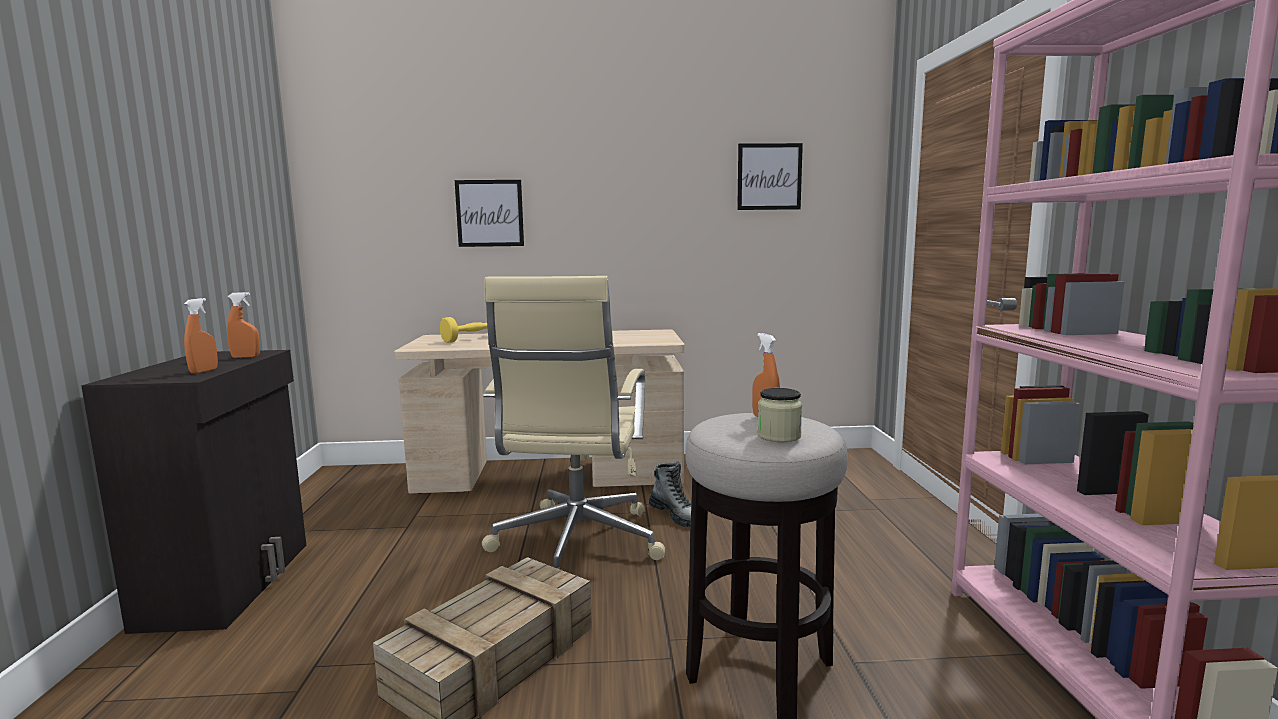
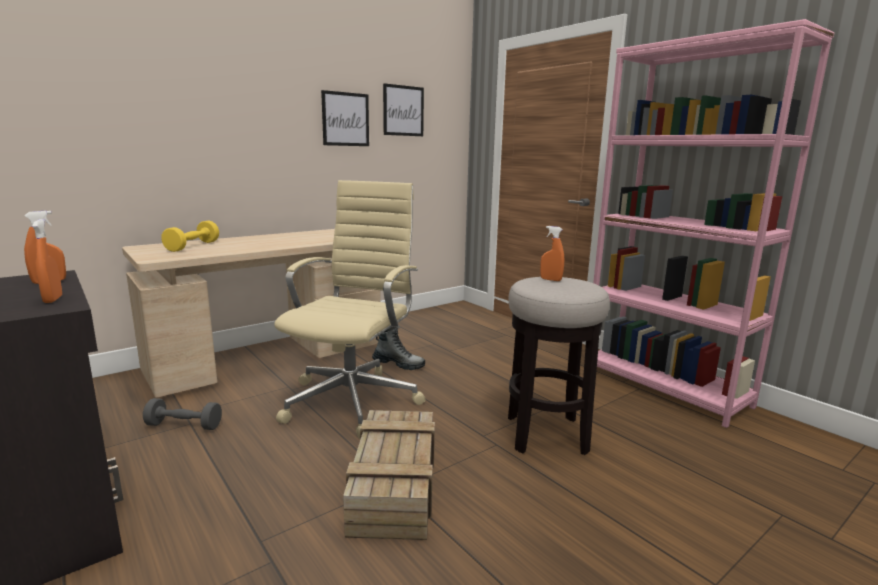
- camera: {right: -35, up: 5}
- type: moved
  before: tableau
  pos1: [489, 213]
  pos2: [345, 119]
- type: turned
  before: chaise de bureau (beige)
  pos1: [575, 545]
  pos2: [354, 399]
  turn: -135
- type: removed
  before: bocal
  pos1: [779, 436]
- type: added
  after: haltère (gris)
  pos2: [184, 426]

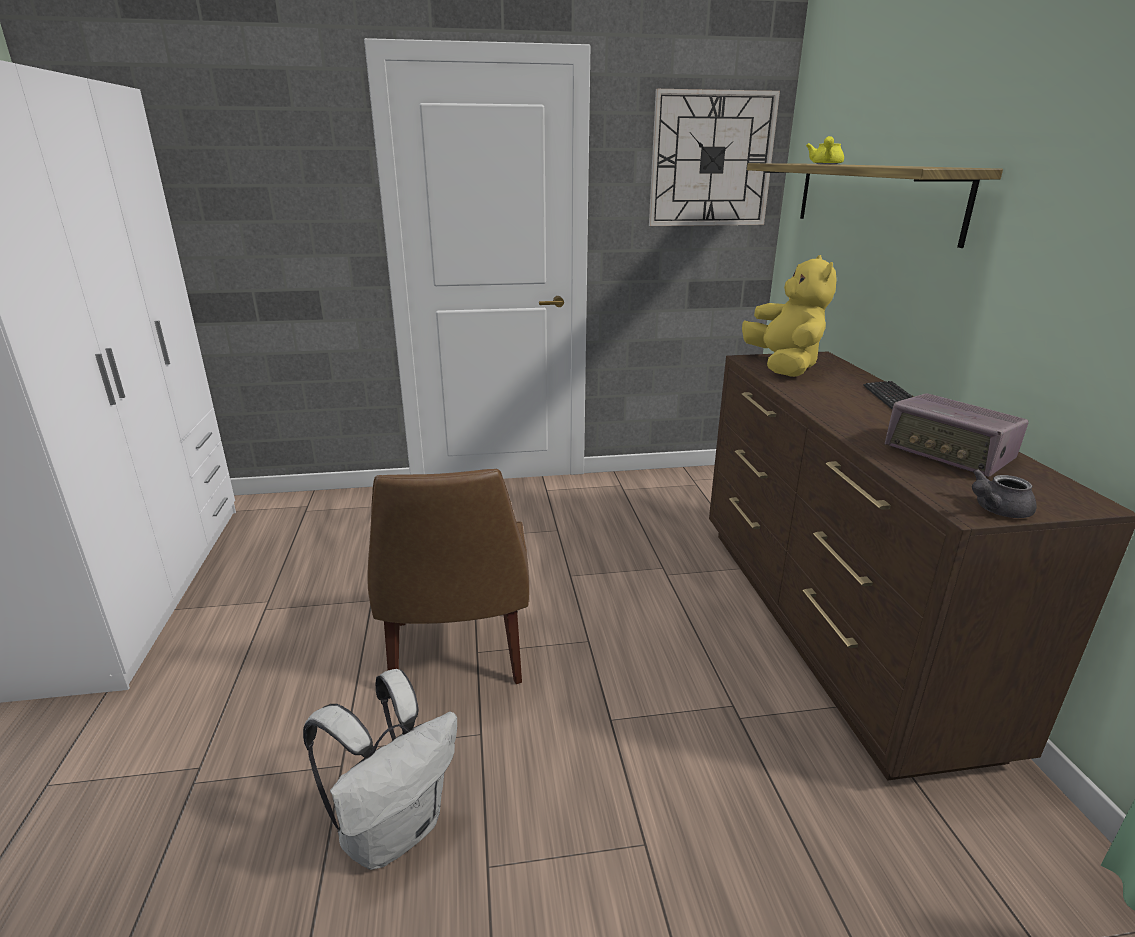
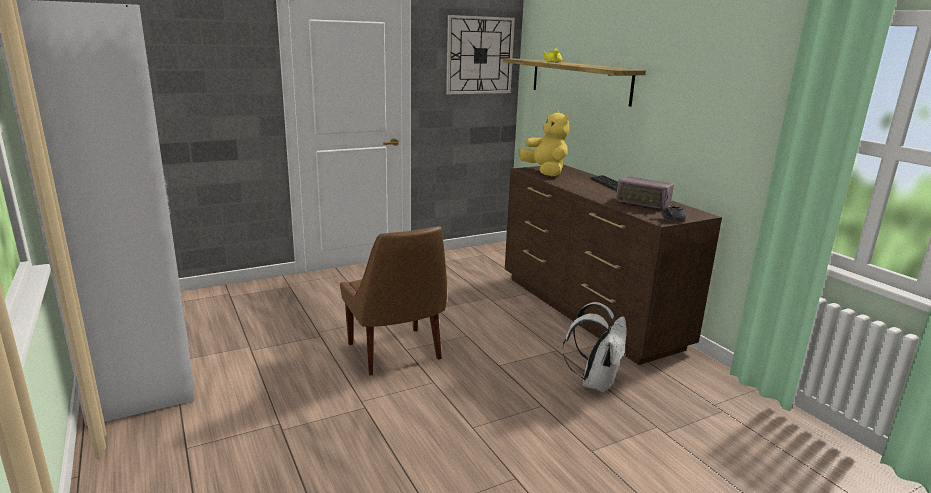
- camera: {right: -20, up: -5}
- type: moved
  before: sac à dos (blanc)
  pos1: [394, 829]
  pos2: [595, 382]

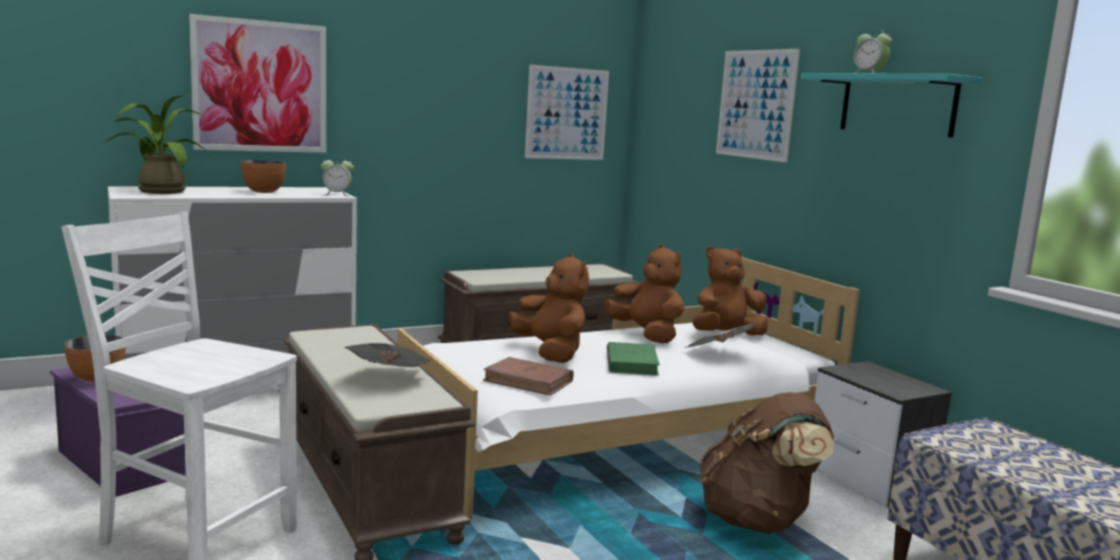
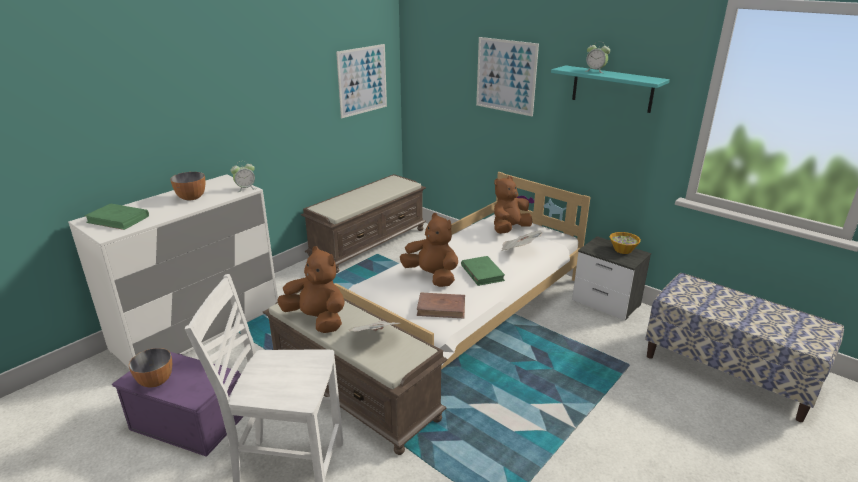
- camera: {right: -20, up: 15}
- type: replaced
  before: plante en pot
  after: livre (vert)
  pos1: [159, 191]
  pos2: [118, 219]
- type: removed
  before: tableau
  pos1: [260, 86]
- type: moved
  before: peluche (marron)
  pos1: [646, 335]
  pos2: [317, 319]
- type: removed
  before: sac à dos (marron)
  pos1: [758, 521]
- type: added
  after: bol
  pos2: [623, 250]

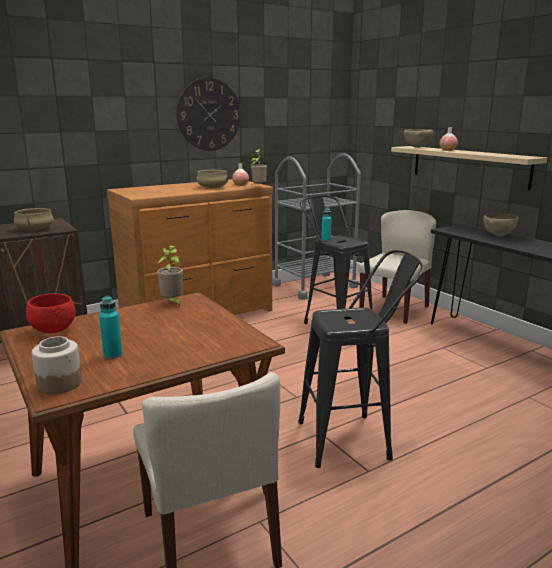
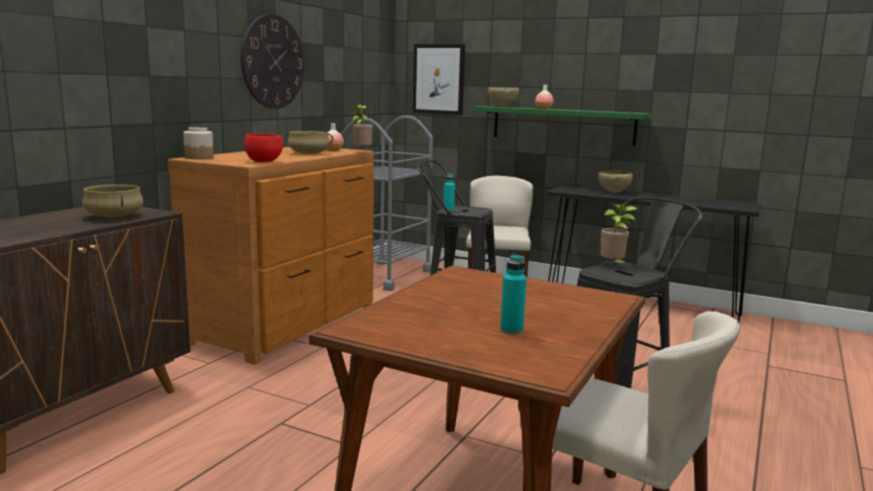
- camera: {right: -30, up: -5}
- type: moved
  before: bol (rouge)
  pos1: [55, 330]
  pos2: [264, 162]
- type: moved
  before: bocal
  pos1: [60, 383]
  pos2: [199, 157]
- type: moved
  before: plante en pot
  pos1: [172, 303]
  pos2: [613, 266]
- type: recoloured
  before: étagère (beige)
  after: étagère (vert)
  pos1: [468, 166]
  pos2: [562, 125]
- type: added
  after: tableau
  pos2: [438, 79]

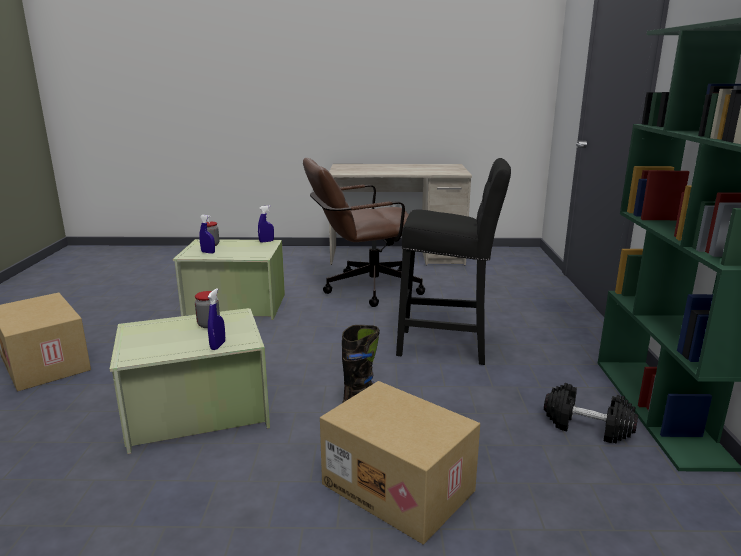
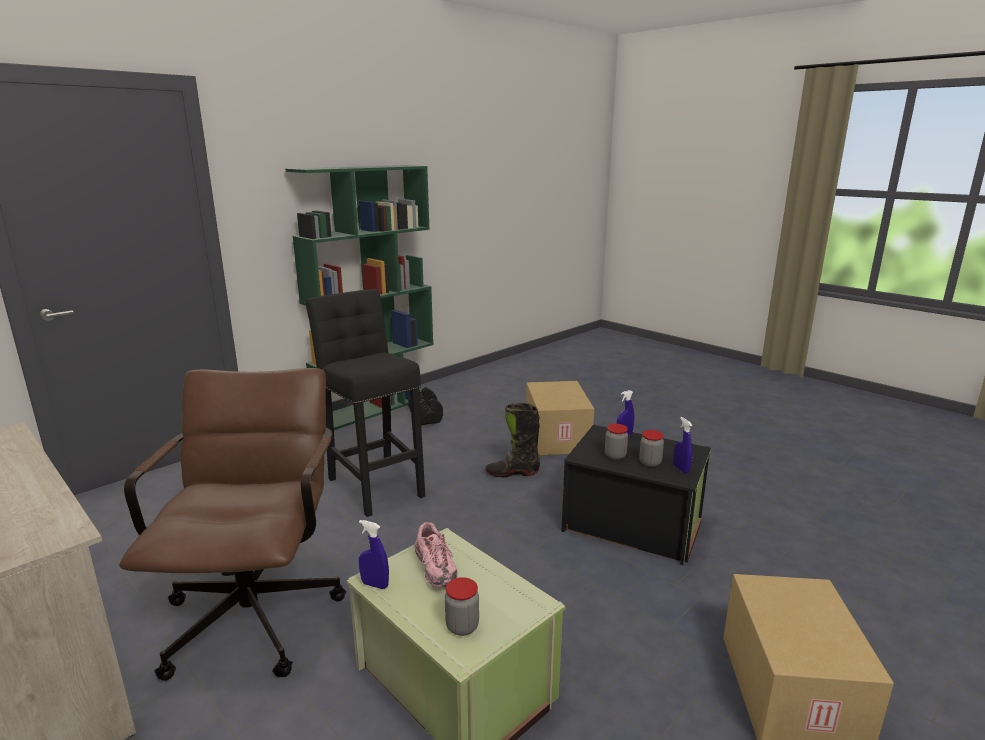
- camera: {right: -135, up: 0}
- type: recoloured
  before: boîte de rangement (vert)
  after: boîte de rangement (noir)
  pos1: [197, 412]
  pos2: [632, 525]
- type: moved
  before: vaporisateur (bleu)
  pos1: [208, 252]
  pos2: [681, 469]
- type: turned
  before: chaise de bureau (marron)
  pos1: [364, 289]
  pos2: [257, 608]
  turn: -120
- type: added
  after: chaussure (rose)
  pos2: [435, 569]
- type: added
  after: bocal
  pos2: [650, 463]

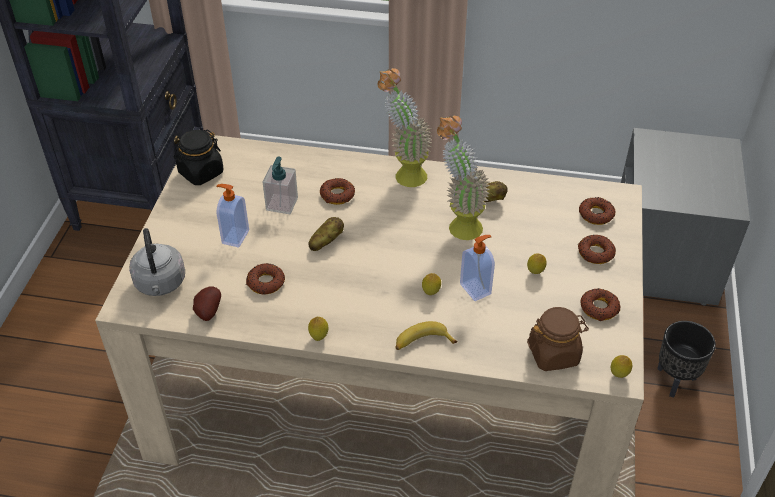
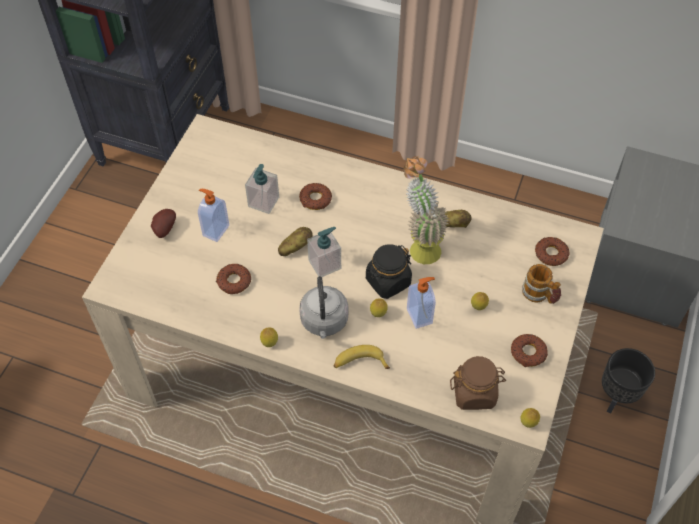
- camera: {right: 10, up: 10}
- type: moved
  before: bouilloire (gris)
  pos1: [160, 284]
  pos2: [324, 322]
- type: moved
  before: bocal (noir)
  pos1: [201, 173]
  pos2: [388, 281]
- type: moved
  before: pomme de terre
  pos1: [207, 312]
  pos2: [164, 229]
- type: removed
  before: plante en pot
  pos1: [403, 173]
- type: replaced
  before: beignet
  after: mug
  pos1: [595, 253]
  pos2: [539, 295]
- type: added
  after: distributeur de savon
  pos2: [325, 264]

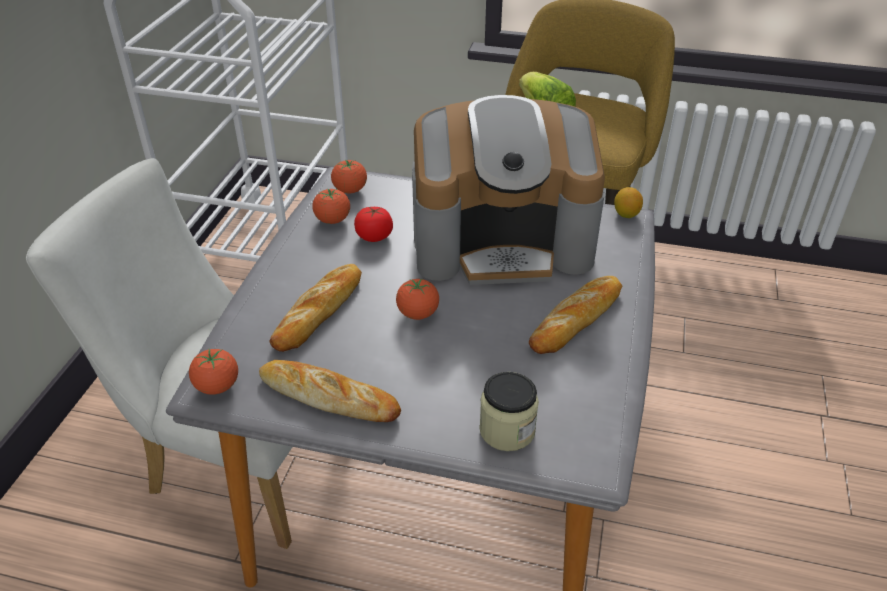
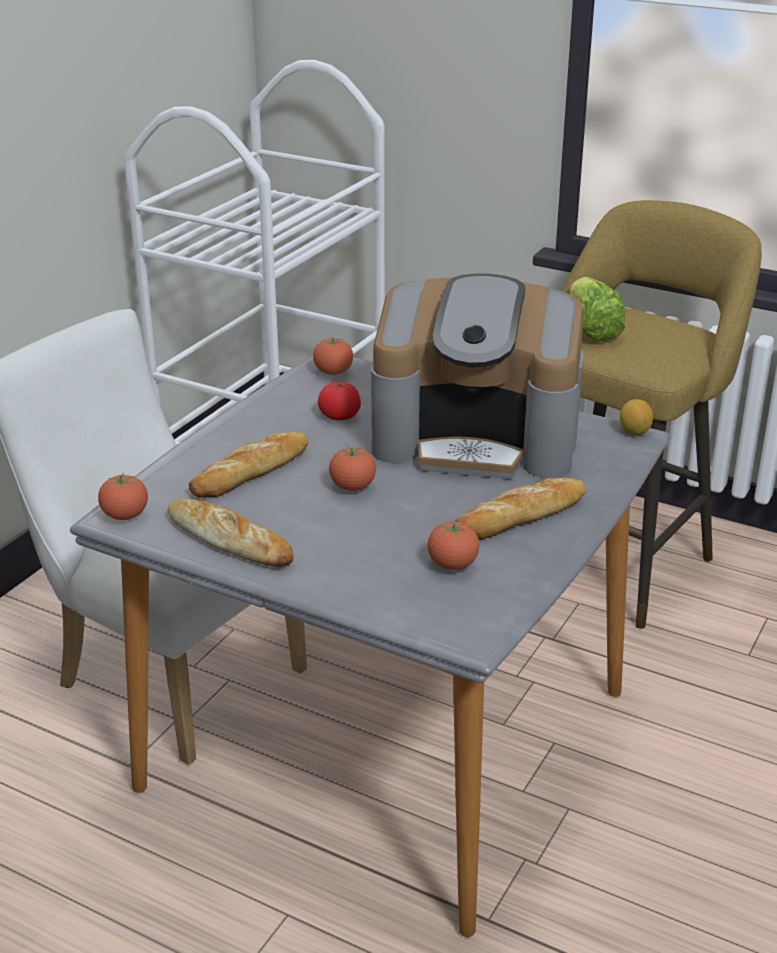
- camera: {right: 15, up: -10}
- type: moved
  before: tomate
  pos1: [332, 220]
  pos2: [452, 565]
- type: removed
  before: bocal
  pos1: [507, 430]

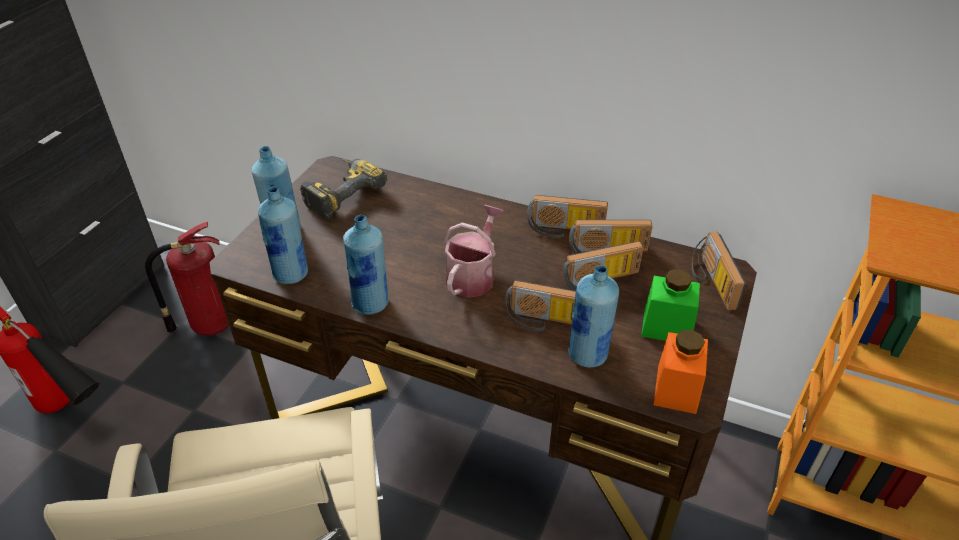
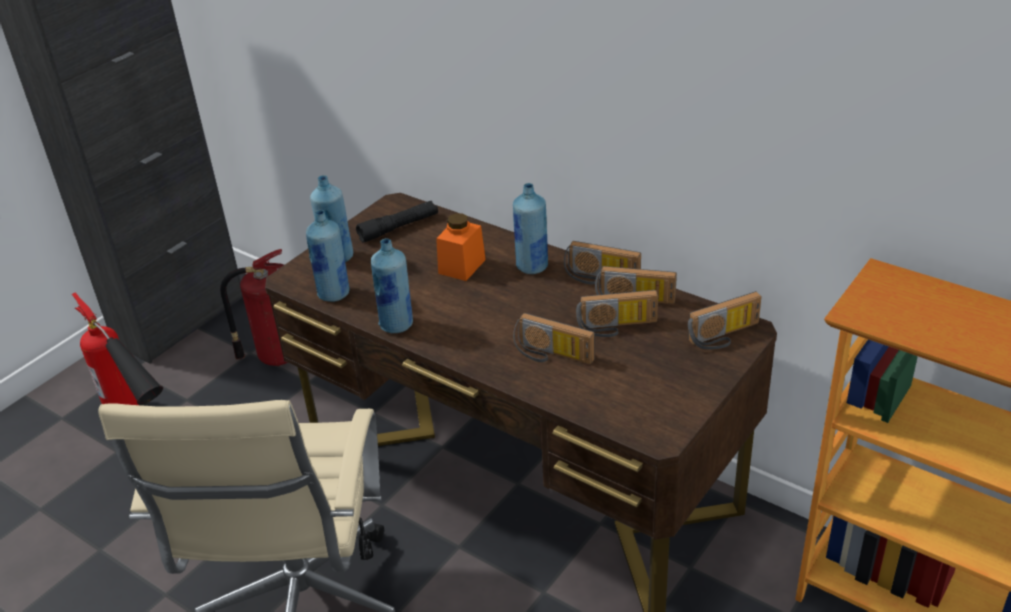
- camera: {right: 15, up: -5}
- type: replaced
  before: perceuse
  after: lampe de poche (noir)
  pos1: [341, 193]
  pos2: [398, 228]
- type: removed
  before: arrosoir
  pos1: [473, 275]
- type: moved
  before: bouteille (bleu)
  pos1: [588, 355]
  pos2: [532, 266]
- type: removed
  before: bocal (vert)
  pos1: [667, 327]
- type: moved
  before: bocal (orange)
  pos1: [676, 389]
  pos2: [462, 266]
- type: turned
  before: radio
  pos1: [710, 281]
  pos2: [725, 336]
  turn: -120

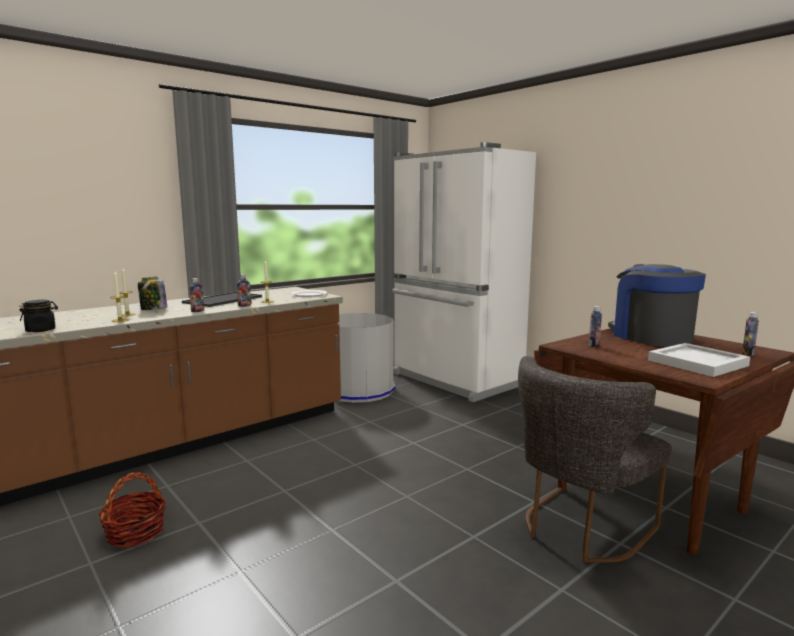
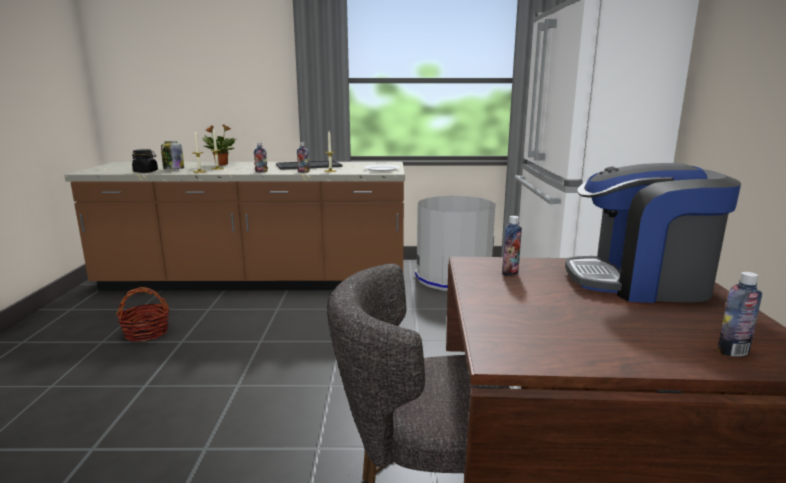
- camera: {right: 40, up: 5}
- type: moved
  before: bocal
  pos1: [153, 309]
  pos2: [173, 169]
- type: turned
  before: machine à café
  pos1: [650, 337]
  pos2: [640, 283]
  turn: -105
- type: removed
  before: plateau (blanc)
  pos1: [695, 363]
- type: added
  after: plante en pot
  pos2: [221, 164]

